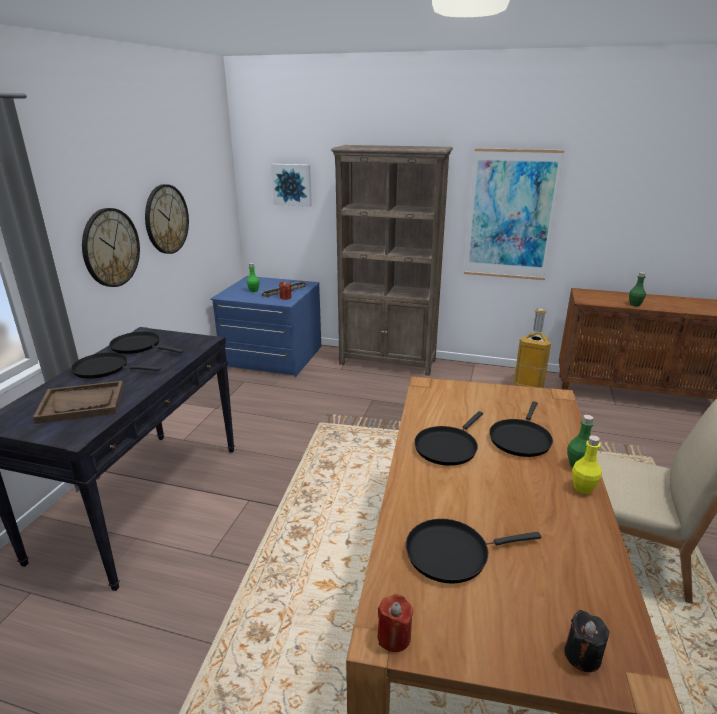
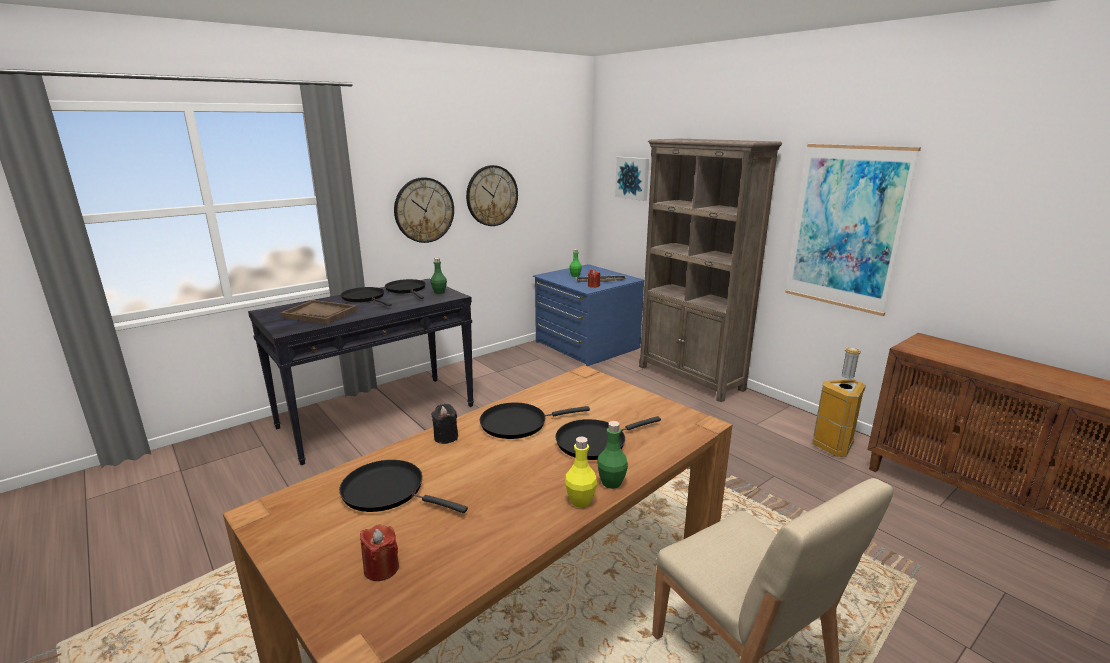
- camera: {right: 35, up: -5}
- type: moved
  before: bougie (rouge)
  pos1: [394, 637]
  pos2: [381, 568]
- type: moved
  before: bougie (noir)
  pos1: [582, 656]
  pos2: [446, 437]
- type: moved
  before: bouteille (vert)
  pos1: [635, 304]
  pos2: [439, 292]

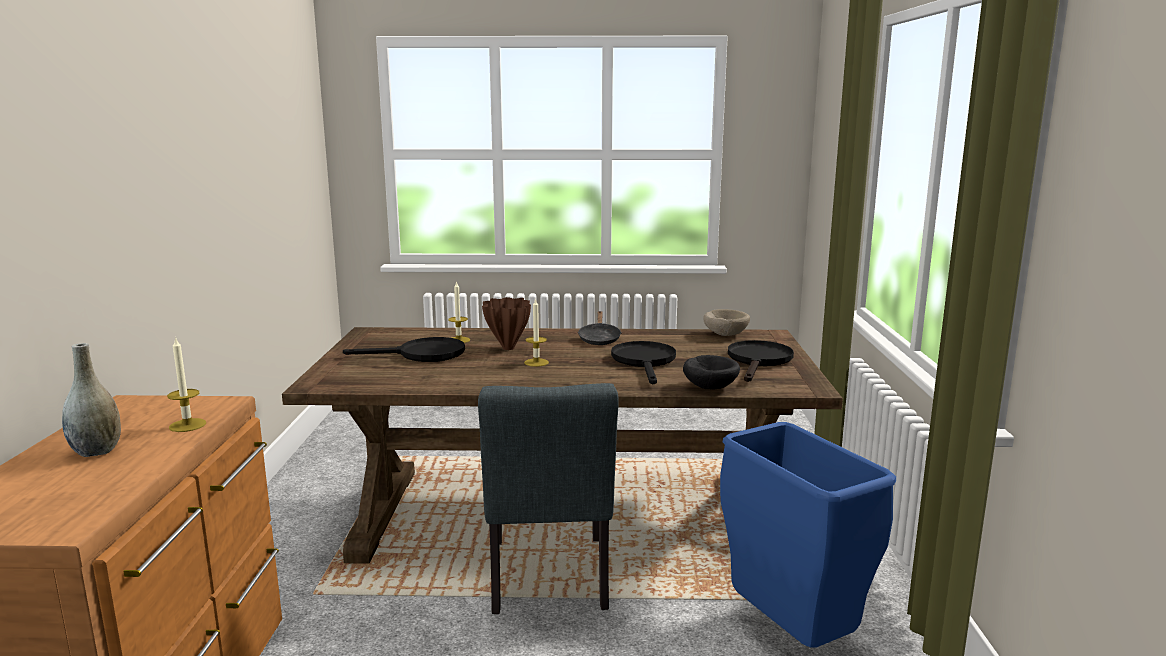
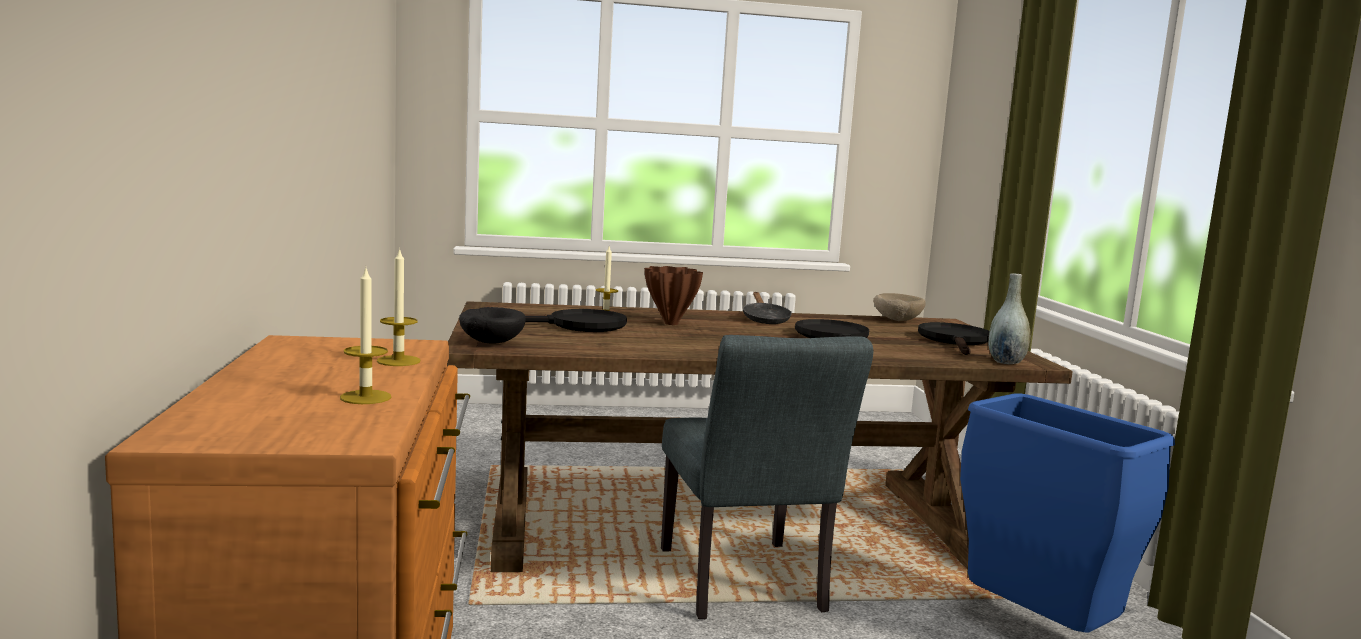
- camera: {right: -10, up: -5}
- type: moved
  before: vase (gris)
  pos1: [96, 451]
  pos2: [1006, 362]
- type: moved
  before: bougie
  pos1: [536, 362]
  pos2: [365, 397]
- type: moved
  before: bol (noir)
  pos1: [709, 387]
  pos2: [490, 342]

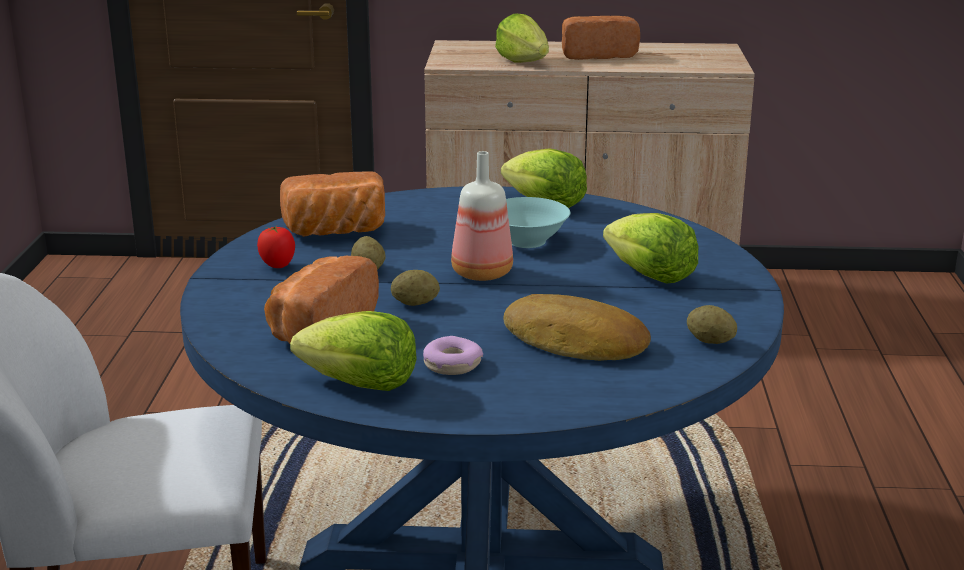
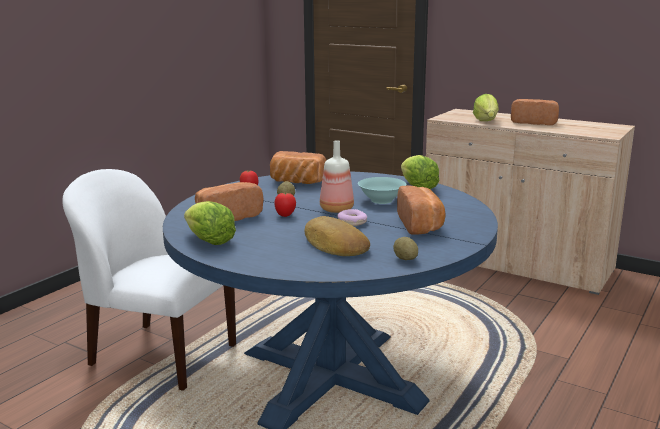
- camera: {right: 30, up: -5}
- type: replaced
  before: pomme de terre
  after: tomate
  pos1: [415, 303]
  pos2: [285, 215]
- type: moved
  before: beignet
  pos1: [452, 365]
  pos2: [352, 222]
- type: replaced
  before: laitue
  after: pain
  pos1: [649, 275]
  pos2: [421, 225]

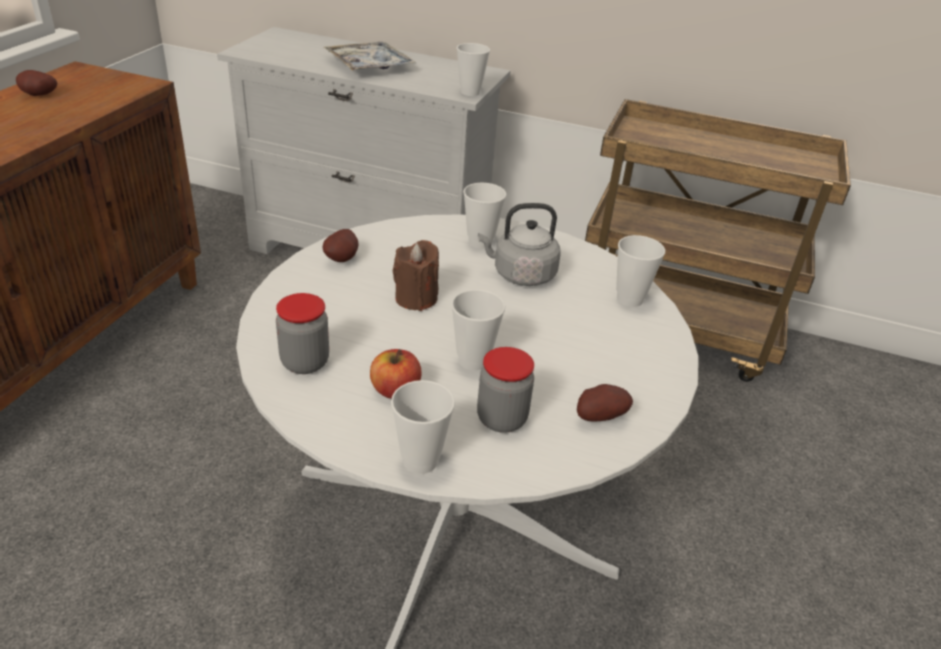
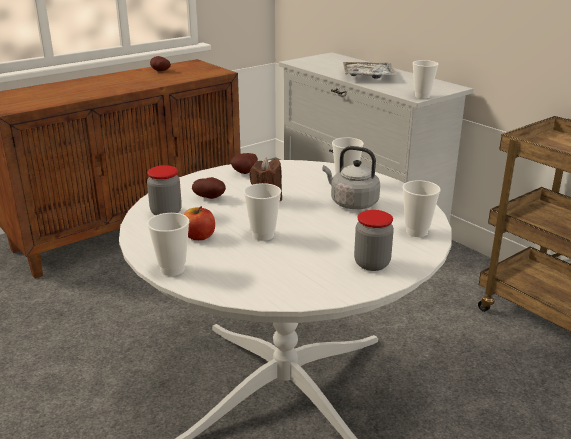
- camera: {right: 35, up: -10}
- type: moved
  before: bocal
  pos1: [501, 419]
  pos2: [372, 264]
- type: moved
  before: pomme de terre
  pos1: [599, 416]
  pos2: [210, 198]

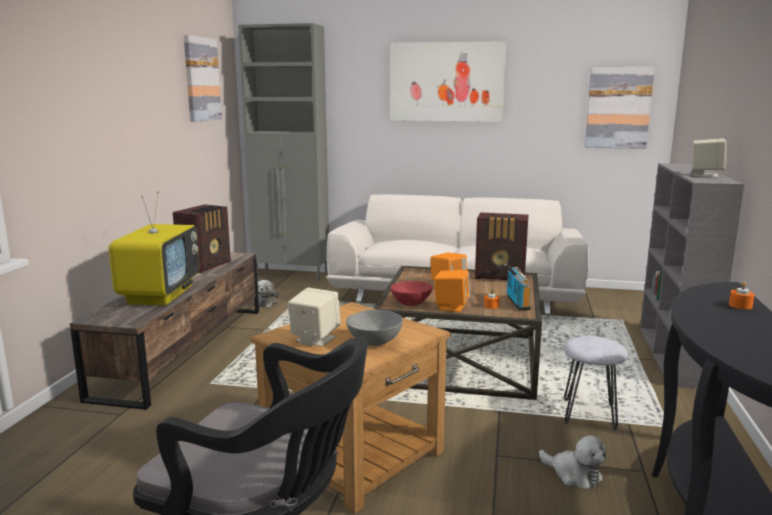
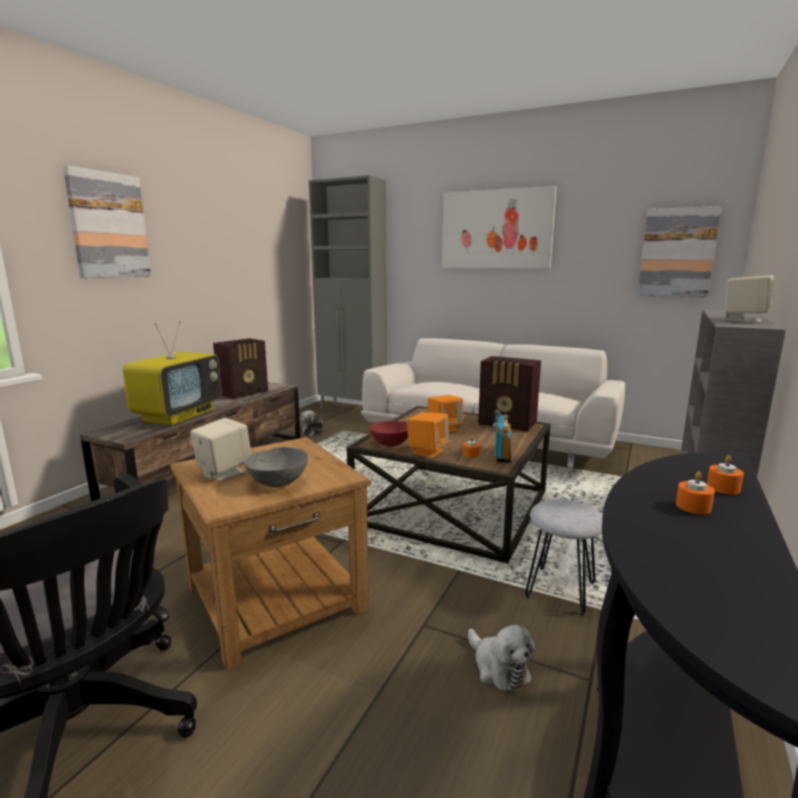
- camera: {right: 15, up: 0}
- type: moved
  before: tableau
  pos1: [201, 79]
  pos2: [108, 225]
- type: added
  after: bougie (orange)
  pos2: [693, 506]

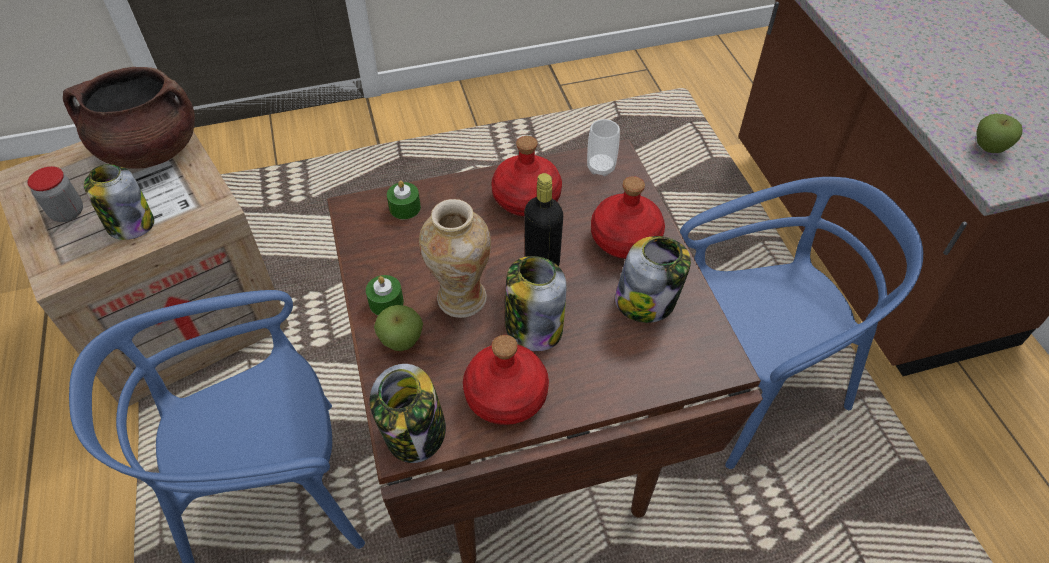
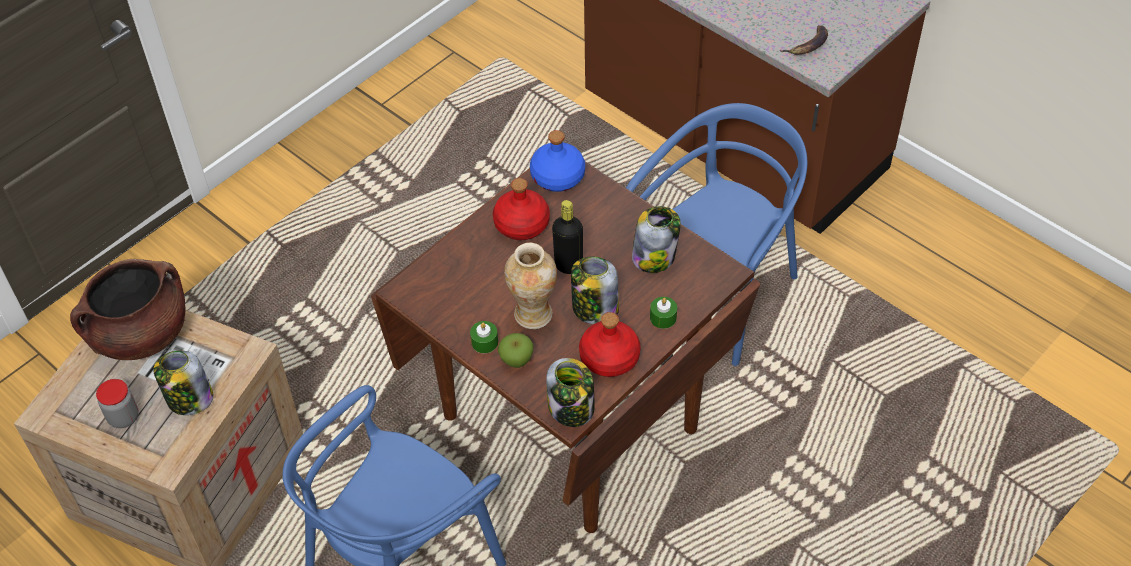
- camera: {right: -30, up: 0}
- type: moved
  before: bougie (vert)
  pos1: [405, 208]
  pos2: [663, 318]
- type: replaced
  before: tasse
  after: bouteille (bleu)
  pos1: [601, 167]
  pos2: [557, 177]
- type: removed
  before: bouteille (rouge)
  pos1: [624, 238]
- type: replaced
  before: pomme
  after: banane
  pos1: [989, 148]
  pos2: [808, 45]

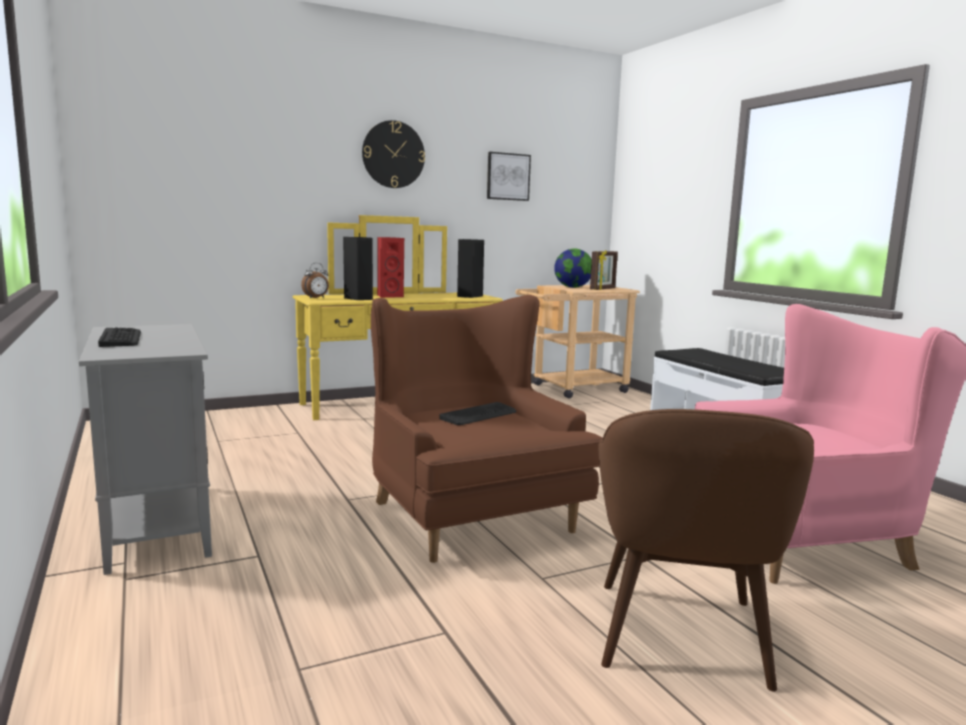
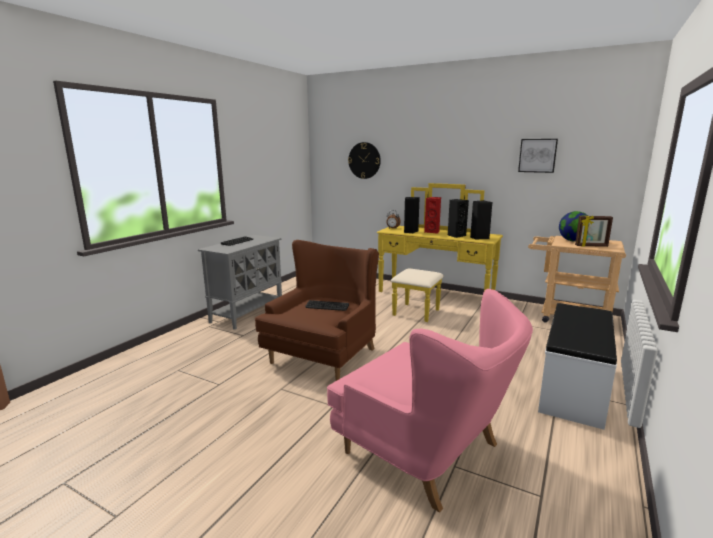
- camera: {right: 55, up: 5}
- type: moved
  before: horloge murale
  pos1: [393, 154]
  pos2: [364, 160]
- type: removed
  before: fauteuil (marron)
  pos1: [680, 635]
- type: added
  after: enceinte (noir)
  pos2: [456, 235]

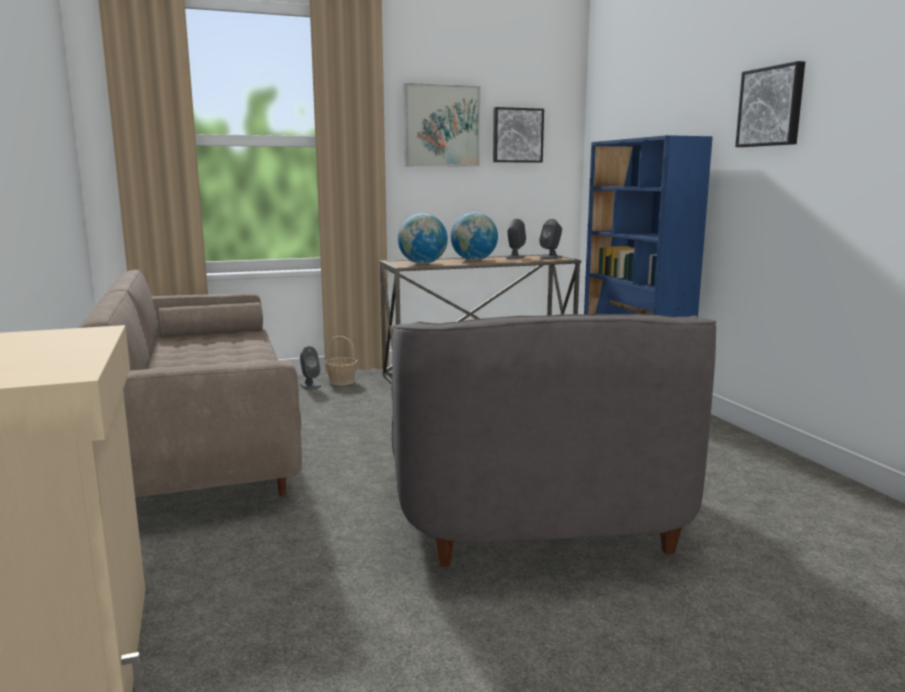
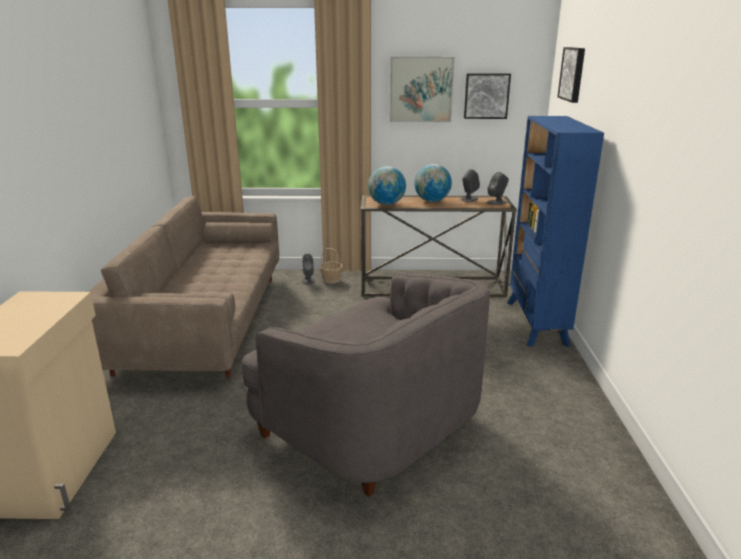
- camera: {right: 20, up: 10}
- type: turned
  before: fauteuil (gris)
  pos1: [536, 510]
  pos2: [371, 423]
  turn: -60
- type: moved
  before: tableau
  pos1: [772, 106]
  pos2: [573, 74]

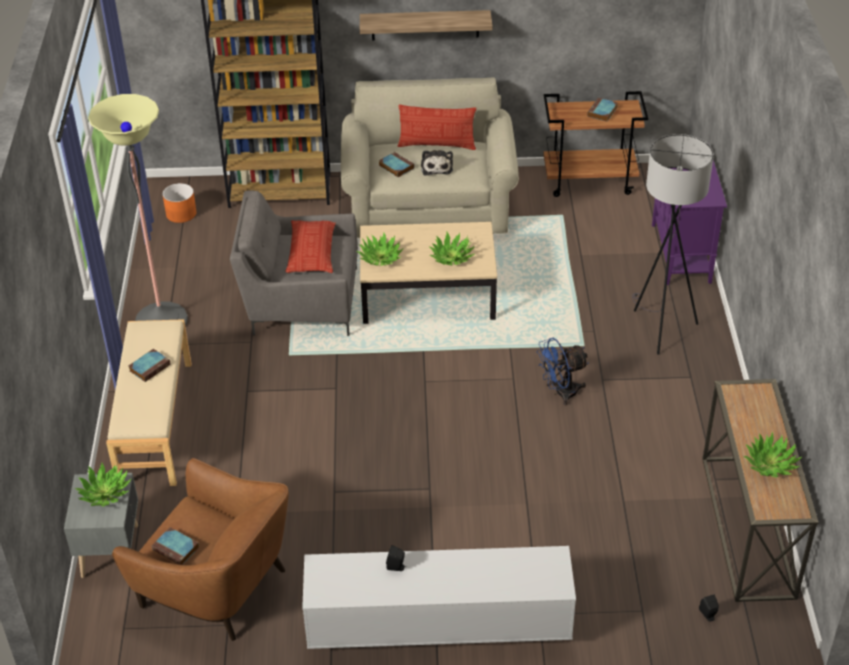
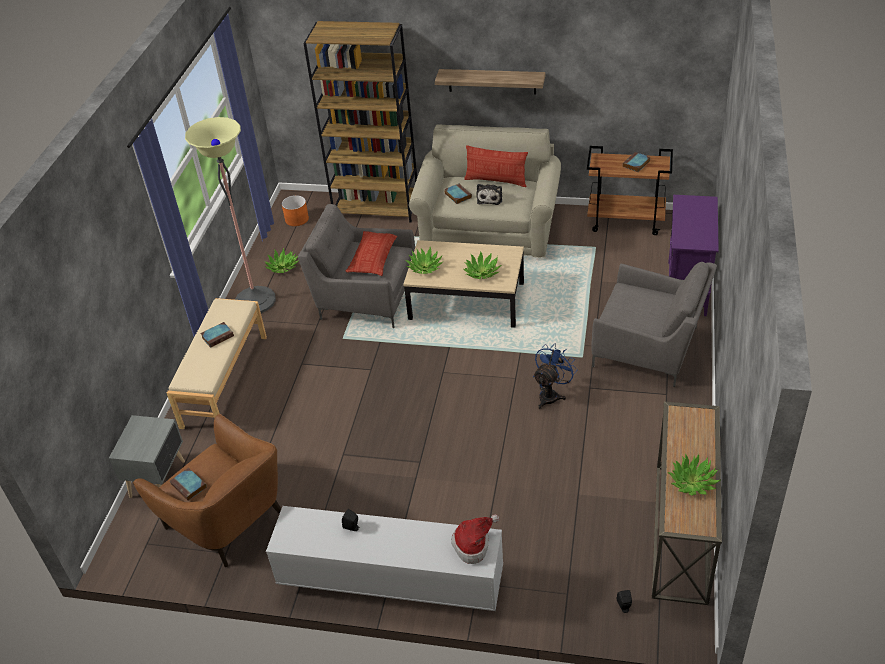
- camera: {right: 15, up: 0}
- type: moved
  before: plante en pot
  pos1: [105, 493]
  pos2: [282, 267]
- type: turned
  before: ventilateur (bleu)
  pos1: [560, 393]
  pos2: [551, 394]
  turn: 135
- type: replaced
  before: lampadaire (gris)
  after: fauteuil (gris)
  pos1: [658, 327]
  pos2: [650, 348]
- type: added
  after: chapeau
  pos2: [473, 544]

